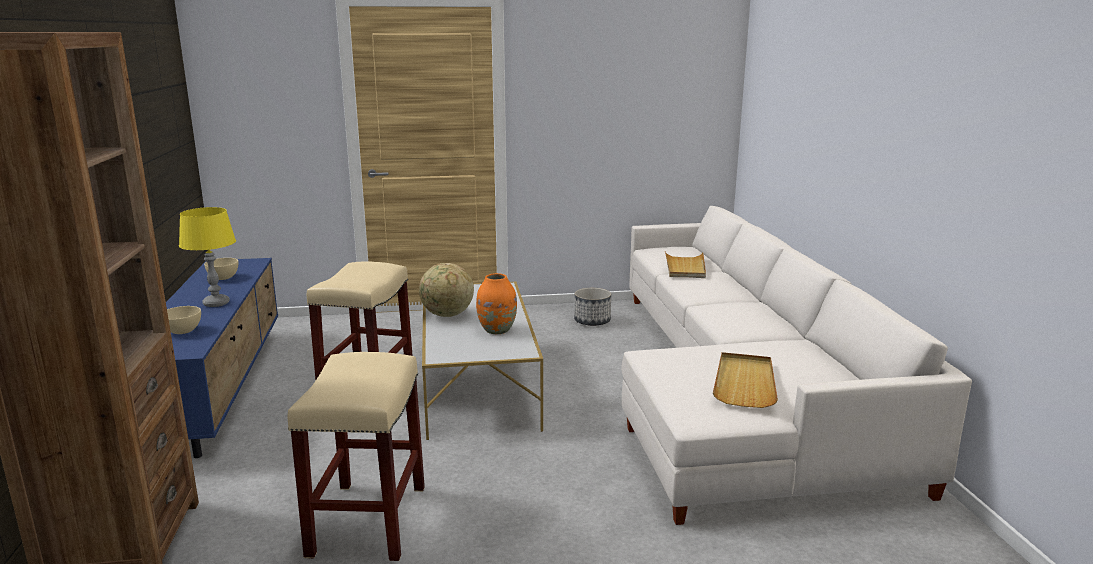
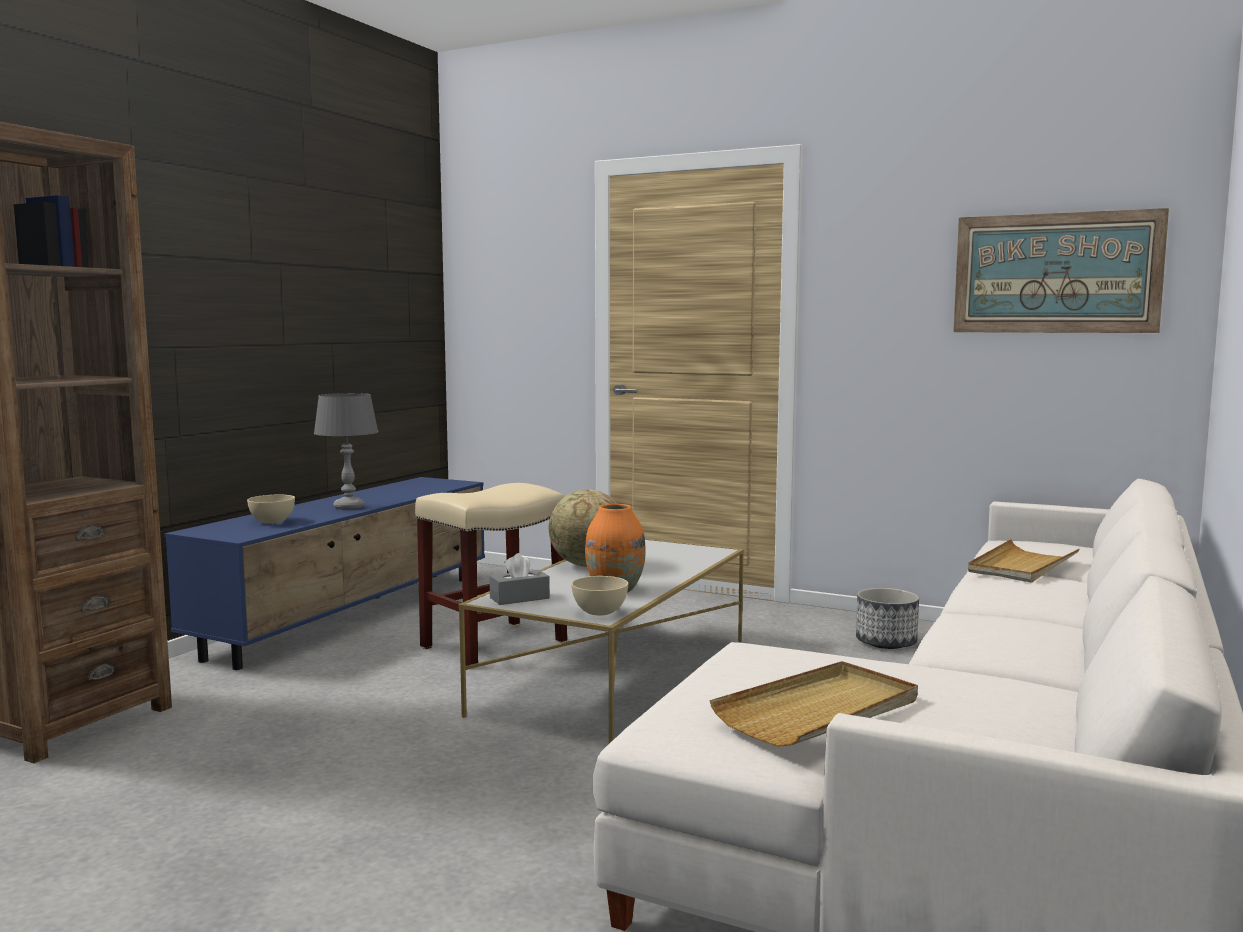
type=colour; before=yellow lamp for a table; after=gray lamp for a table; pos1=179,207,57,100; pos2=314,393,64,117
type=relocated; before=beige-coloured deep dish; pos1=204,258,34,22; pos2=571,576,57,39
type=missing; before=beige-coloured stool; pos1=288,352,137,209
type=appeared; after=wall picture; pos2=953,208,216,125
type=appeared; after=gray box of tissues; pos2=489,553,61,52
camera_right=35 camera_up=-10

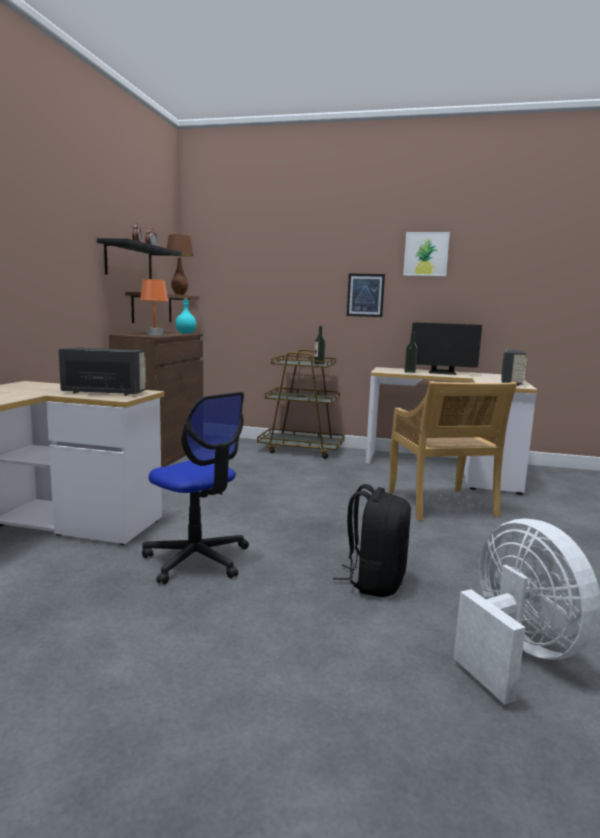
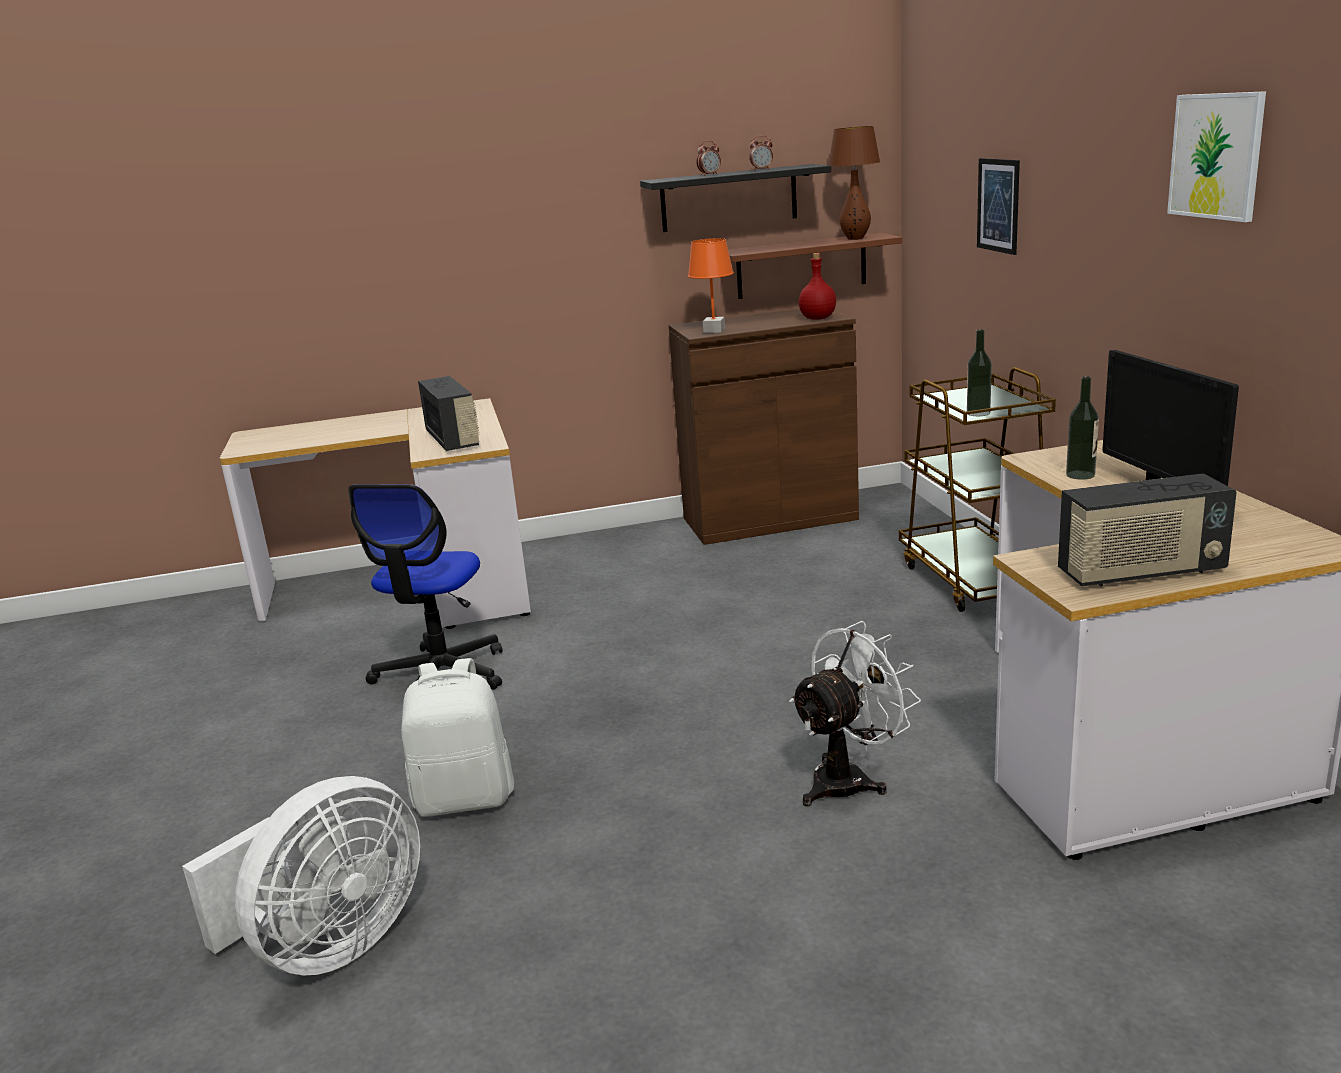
type=relocated; before=wall picture; pos1=347,273,38,44; pos2=977,158,43,97
type=colour; before=blue-green bottle; after=red-coloured bottle; pos1=175,297,21,37; pos2=799,253,37,67
type=exchanged; before=beige-coloured plain chair; after=whitish electric fan; pos1=388,381,129,140; pos2=789,621,132,186
type=colour; before=black-coloured knapsack; after=whitish knapsack; pos1=333,484,78,113; pos2=401,658,113,159
camera_right=65 camera_up=10

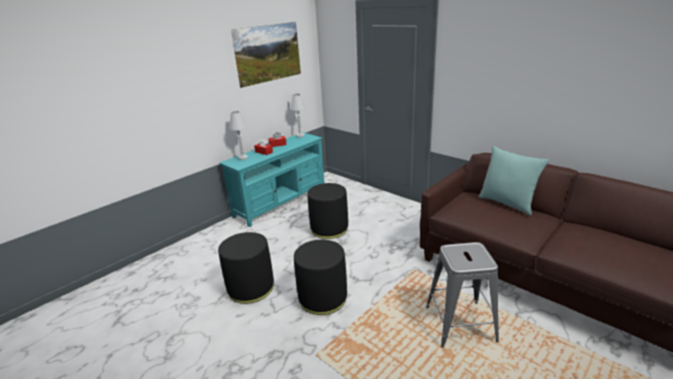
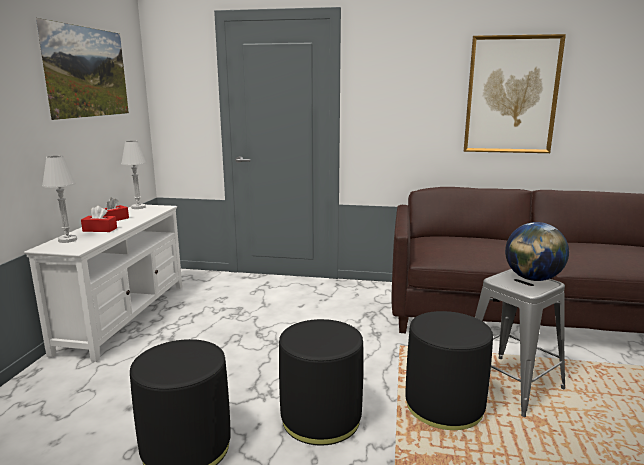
type=colour; before=blue-green media console; after=whitish media console; pos1=219,132,105,95; pos2=24,205,158,157
type=missing; before=blue-green throw pillow; pos1=479,146,70,70
type=relocated; before=black-coloured ottoman; pos1=307,183,41,56; pos2=405,311,88,119
type=appeared; after=wall picture; pos2=464,34,102,119
type=appeared; after=desk globe; pos2=505,222,64,59
camera_right=-35 camera_up=-10

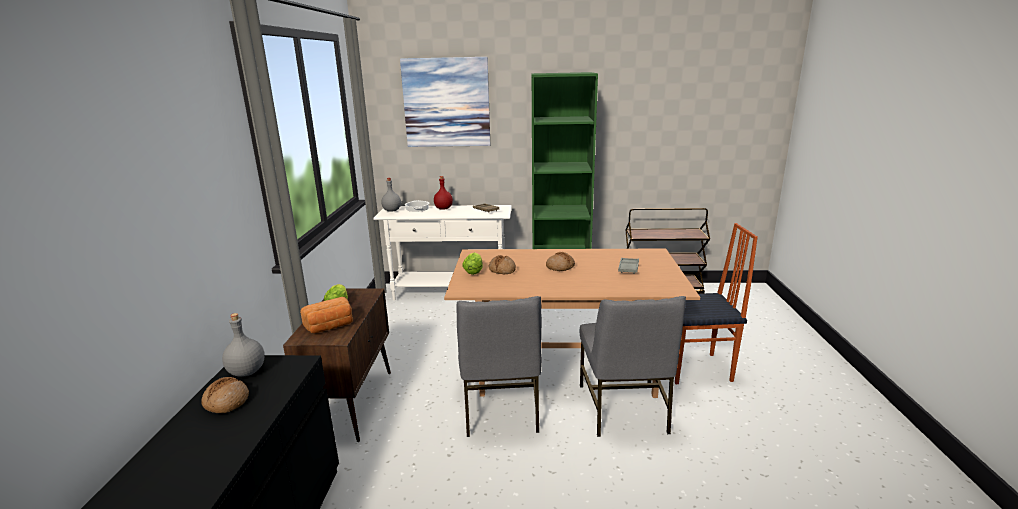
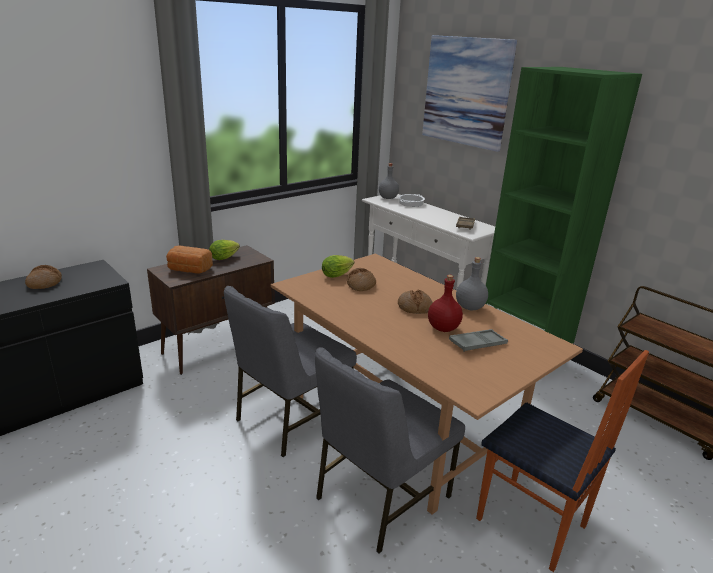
type=relocated; before=red-coloured bottle; pos1=434,176,19,34; pos2=428,275,35,57
type=relocated; before=gray bottle; pos1=222,313,43,64; pos2=456,257,32,54
camera_right=45 camera_up=5

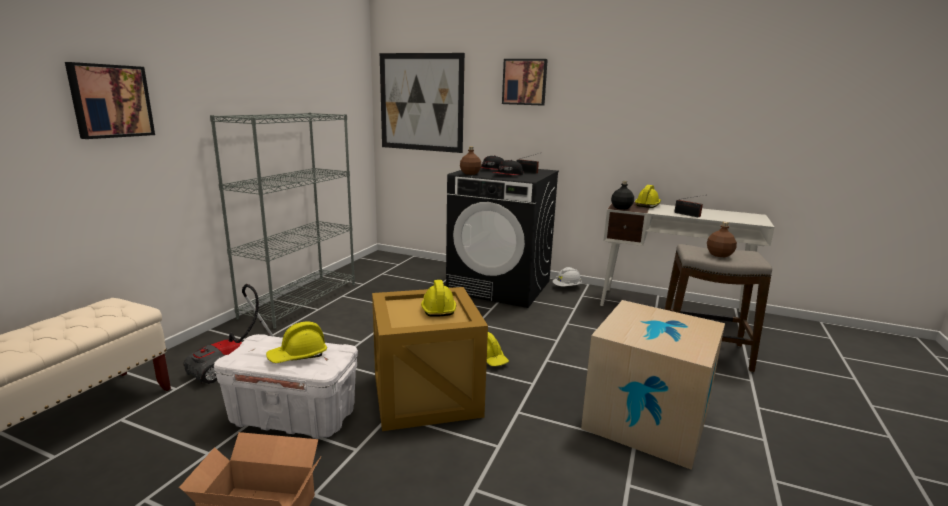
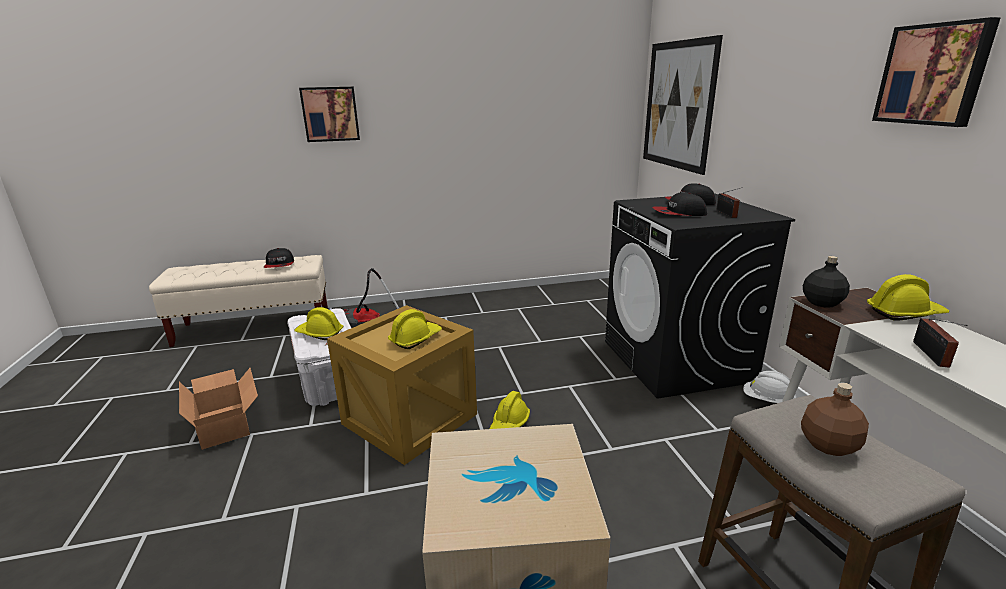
type=relocated; before=wall picture; pos1=502,59,46,47; pos2=872,17,129,110
type=missing; before=gray bookshelf; pos1=210,113,145,216
type=missing; before=brown-coloured bottle; pos1=460,147,21,28
type=appeared; after=cap; pos2=264,248,30,20
camera_right=55 camera_up=5

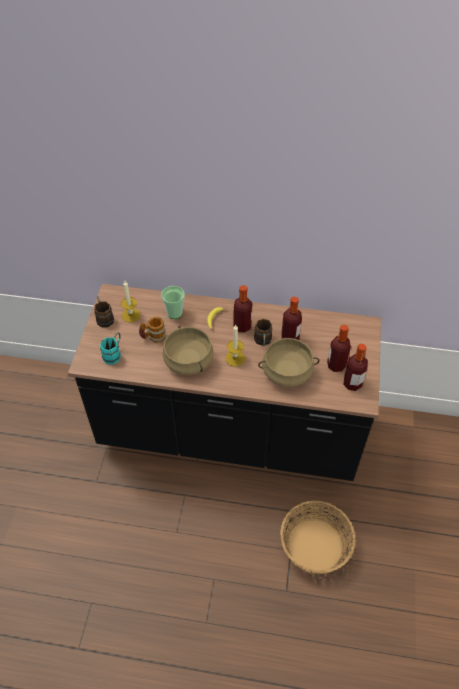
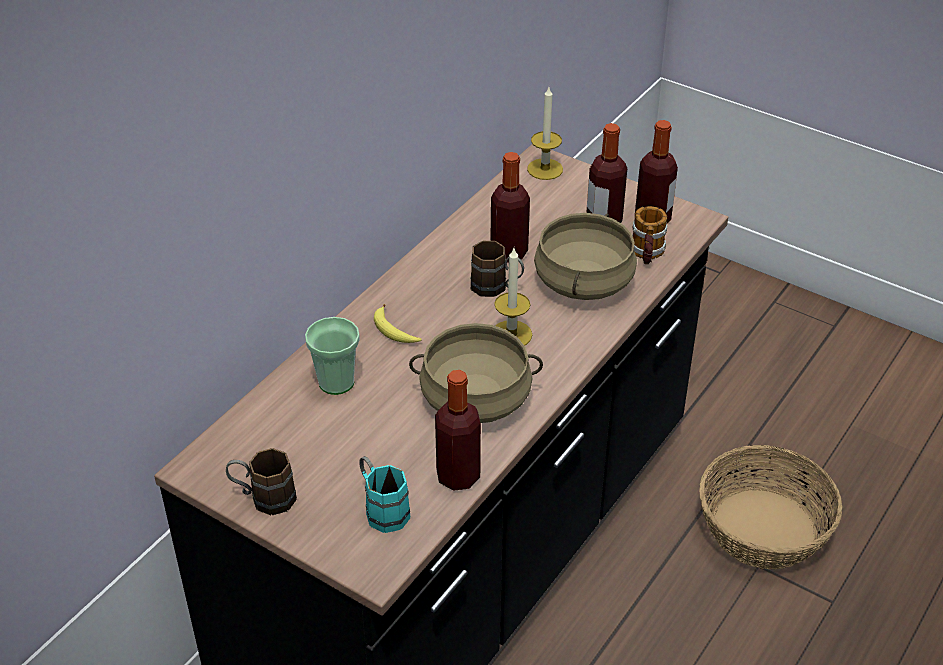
type=relocated; before=wax candle; pos1=121,281,20,41; pos2=527,87,36,93
type=relocated; before=bottle; pos1=233,285,19,48; pos2=435,370,46,121
type=relocated; before=mug; pos1=139,317,27,26; pos2=632,206,35,58
camera_right=-65 camera_up=-10

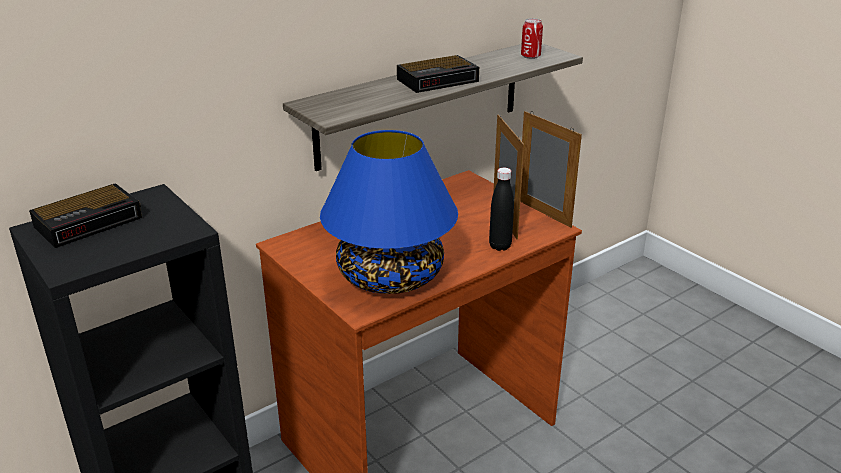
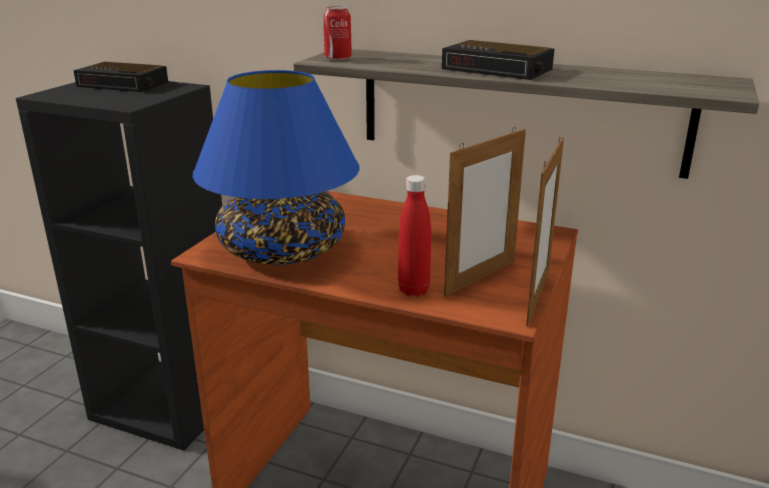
type=relocated; before=can; pos1=521,18,22,41; pos2=323,6,29,55
type=colour; before=black-coloured bottle; after=red-coloured bottle; pos1=489,168,25,83; pos2=398,175,33,121
camera_right=60 camera_up=-5

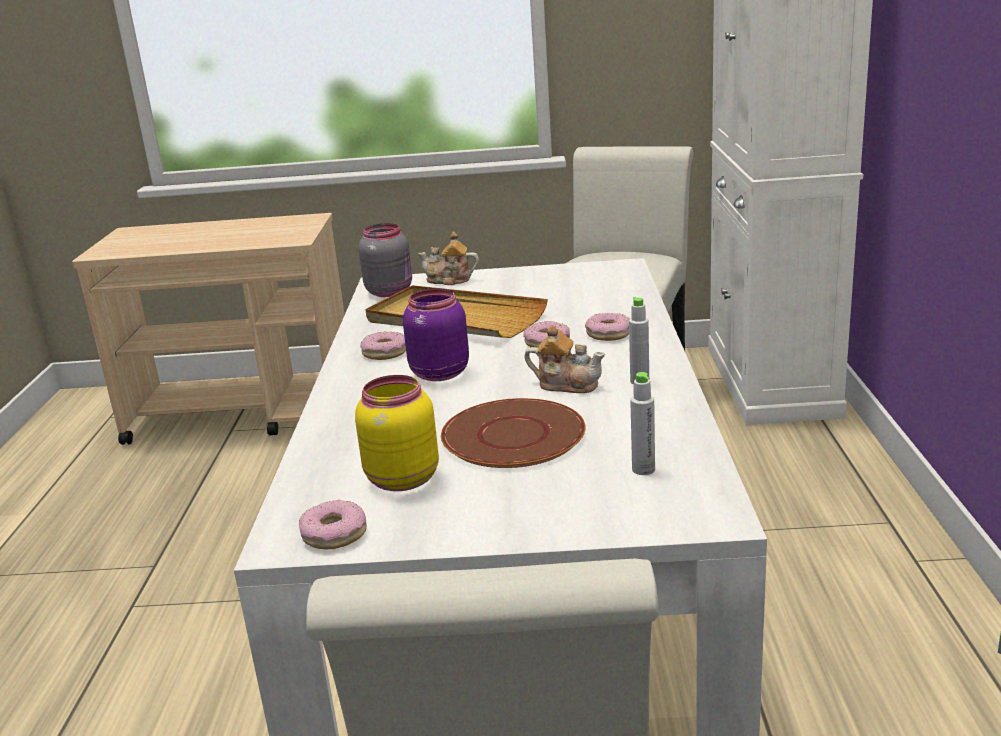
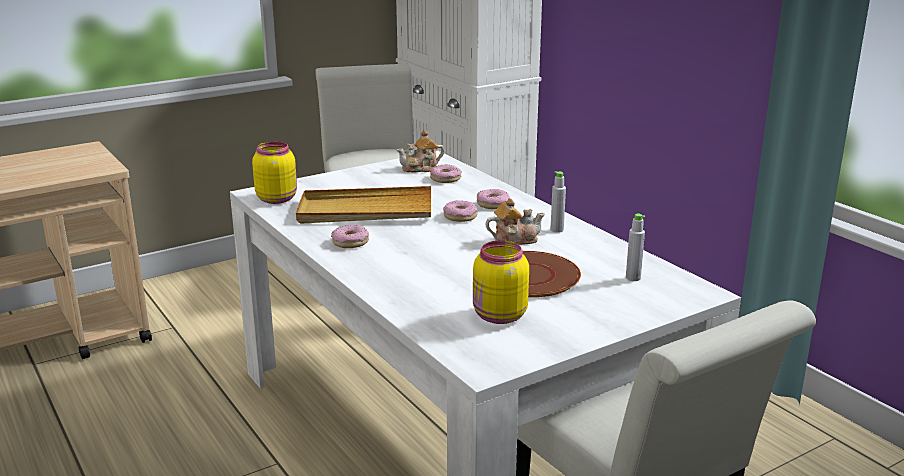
type=colour; before=gray jar; after=yellow jar; pos1=358,223,54,74; pos2=252,141,45,63
type=relocated; before=teapot; pos1=418,231,61,54; pos2=397,130,47,42
type=missing; before=purple-coloured jar; pos1=403,288,66,93
type=relocated; before=doughnut; pos1=299,500,68,49; pos2=430,165,32,18
camera_right=-35 camera_up=0

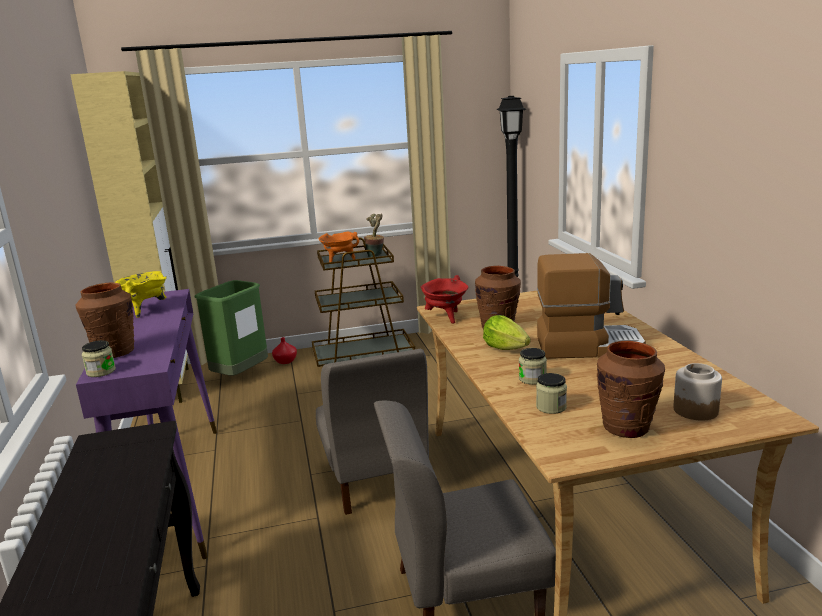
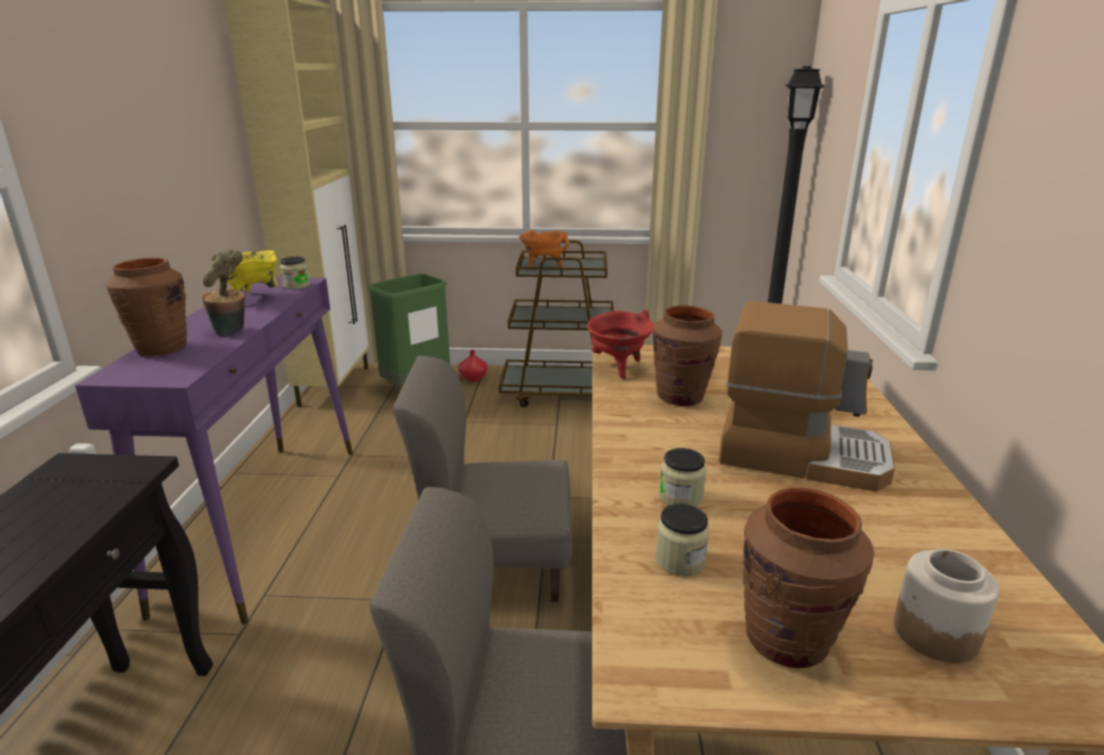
type=relocated; before=houseplant; pos1=364,213,20,44; pos2=201,249,44,86
type=missing; before=lettuce head; pos1=483,315,48,35
type=relocated; before=jar; pos1=82,340,34,37; pos2=280,256,30,33
type=spun; before=gray plain chair; pos1=316,349,113,166; pos2=393,356,179,246; turn=90
camera_right=15 camera_up=5

